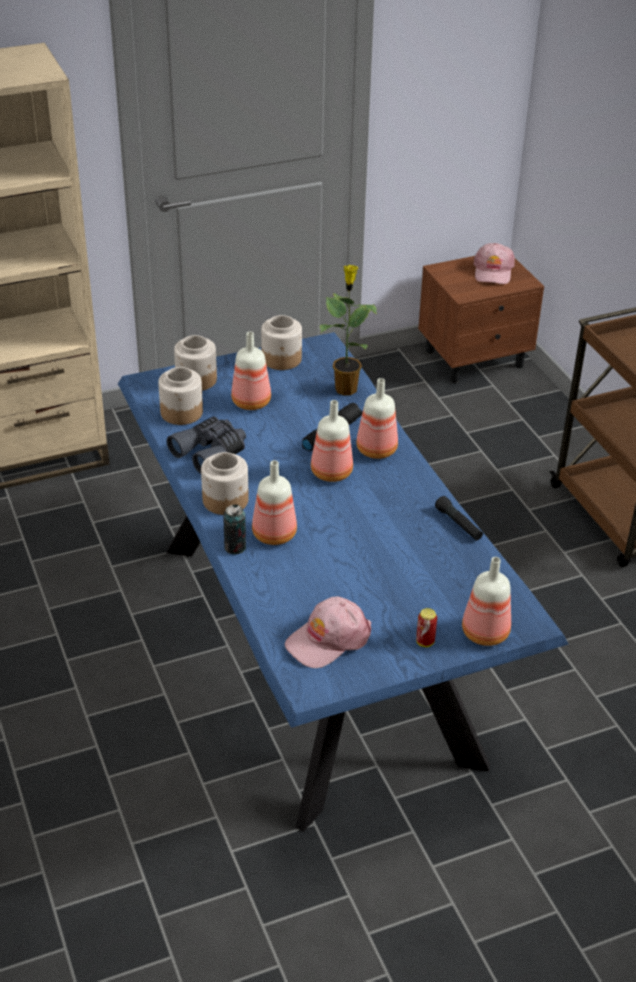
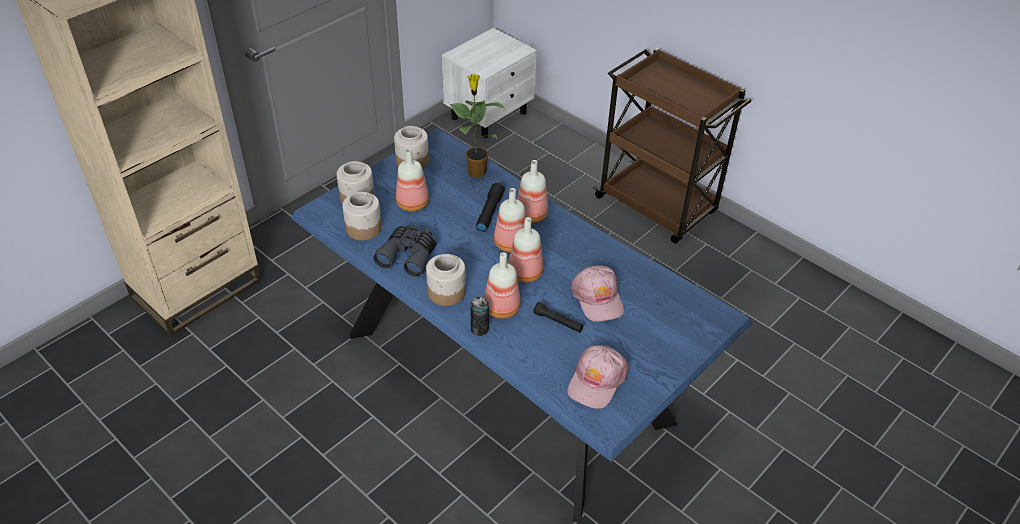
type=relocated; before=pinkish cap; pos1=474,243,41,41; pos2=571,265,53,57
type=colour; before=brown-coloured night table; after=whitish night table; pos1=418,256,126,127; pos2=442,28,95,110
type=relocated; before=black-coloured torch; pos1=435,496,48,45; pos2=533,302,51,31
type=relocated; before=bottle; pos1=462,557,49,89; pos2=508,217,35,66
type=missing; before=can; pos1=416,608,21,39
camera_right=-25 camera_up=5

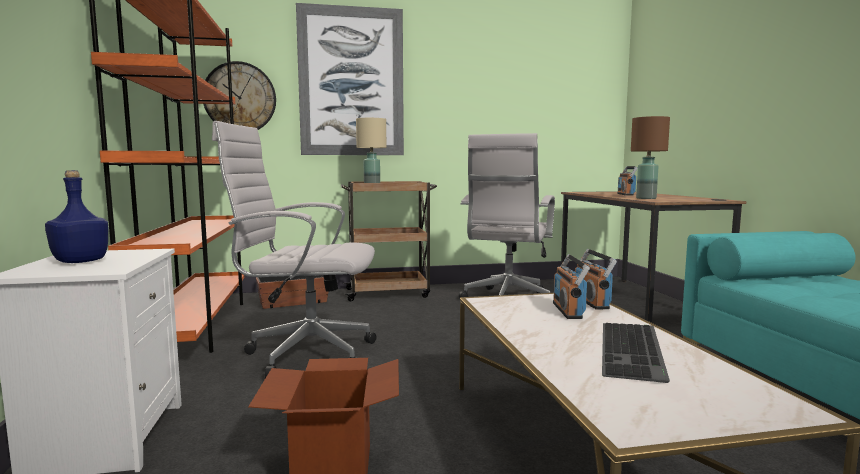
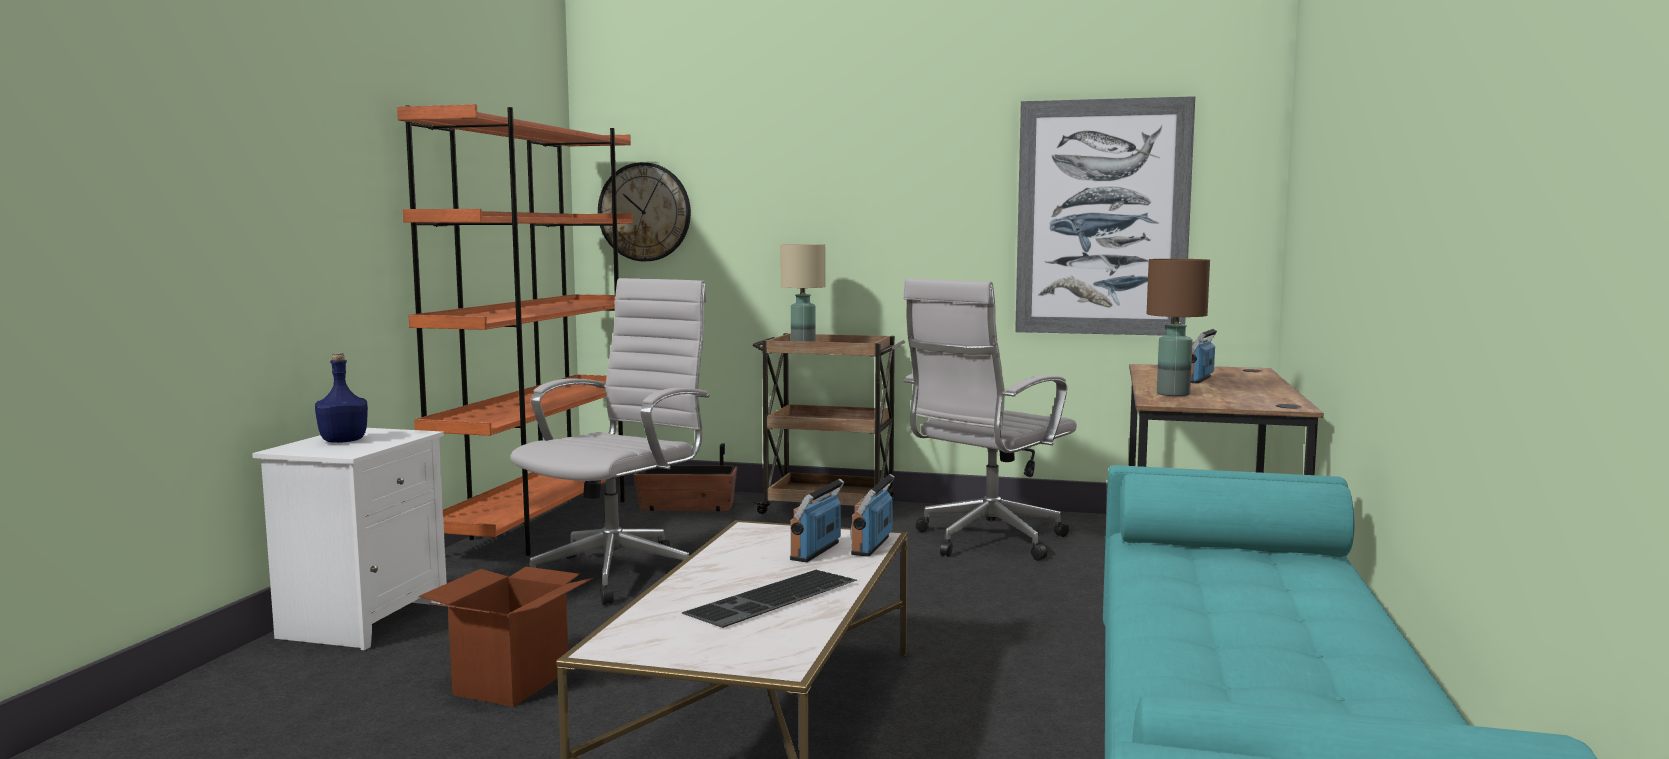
type=relocated; before=wall picture; pos1=296,3,108,152; pos2=1015,96,180,240
type=spun; before=whitish desk chair; pos1=212,121,164,257; pos2=510,278,200,327; turn=90
camera_right=25 camera_up=0

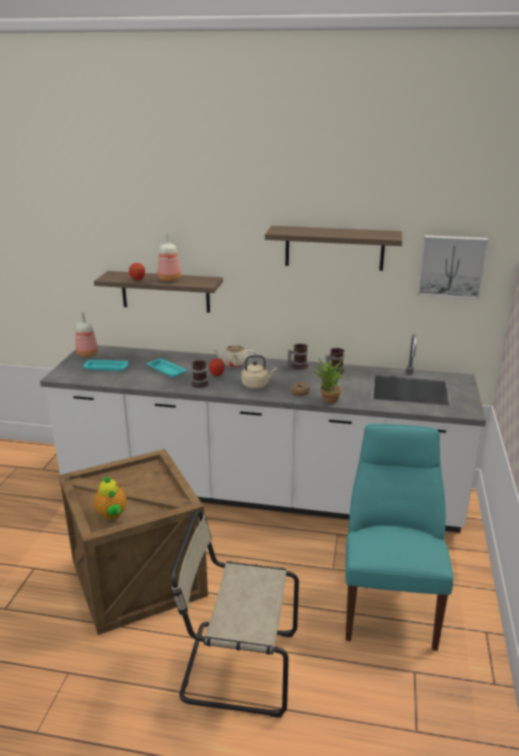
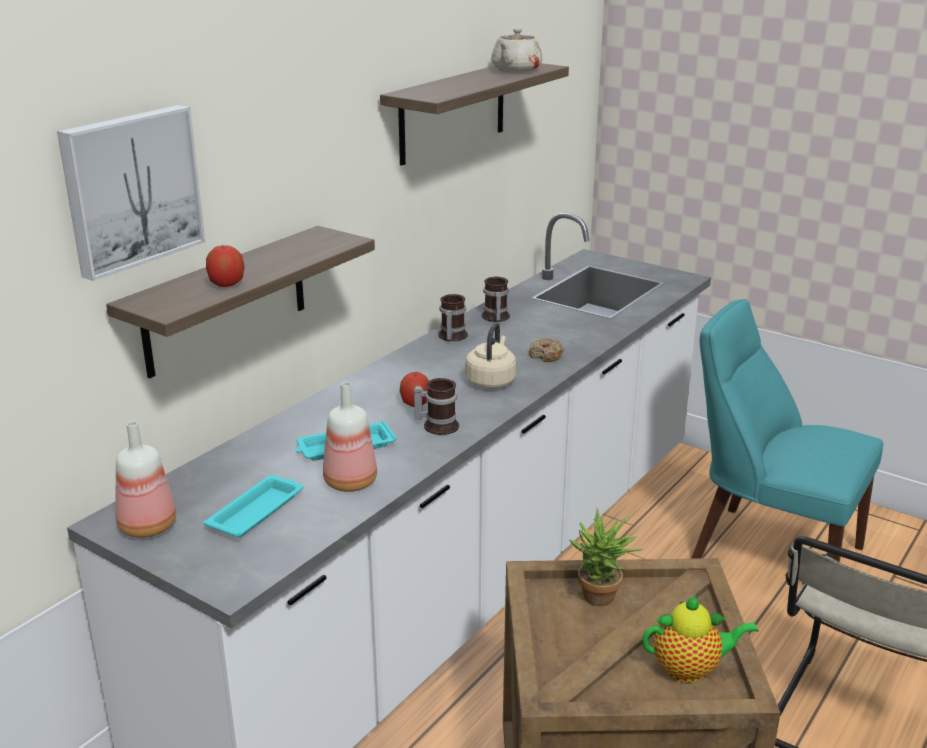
type=relocated; before=bottle; pos1=157,232,24,50; pos2=323,382,54,110
type=relocated; before=wall picture; pos1=418,235,70,64; pos2=57,105,148,176
type=relocated; before=beige-coloured teapot; pos1=212,344,44,24; pos2=491,29,52,44
type=relocated; before=houseplant; pos1=312,358,34,46; pos2=569,508,73,98
camera_right=-65 camera_up=0

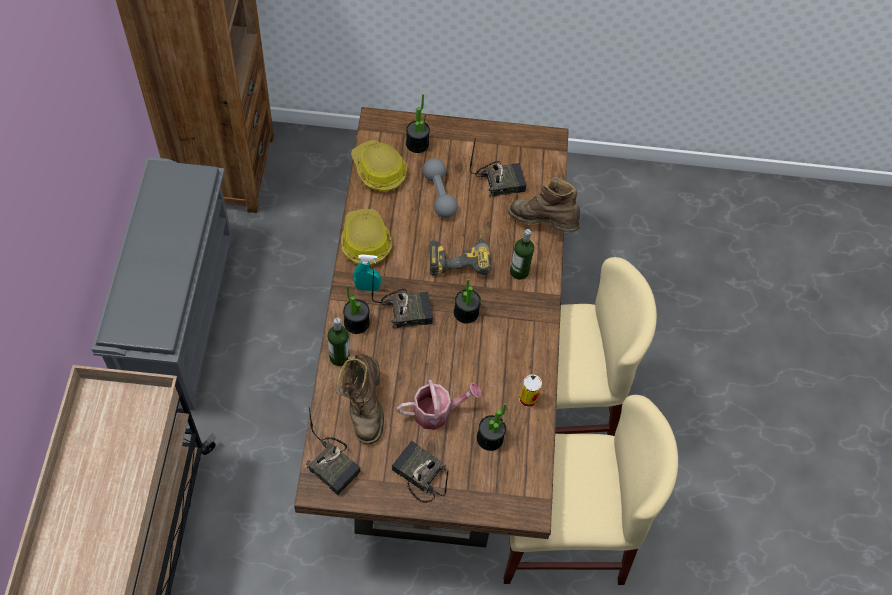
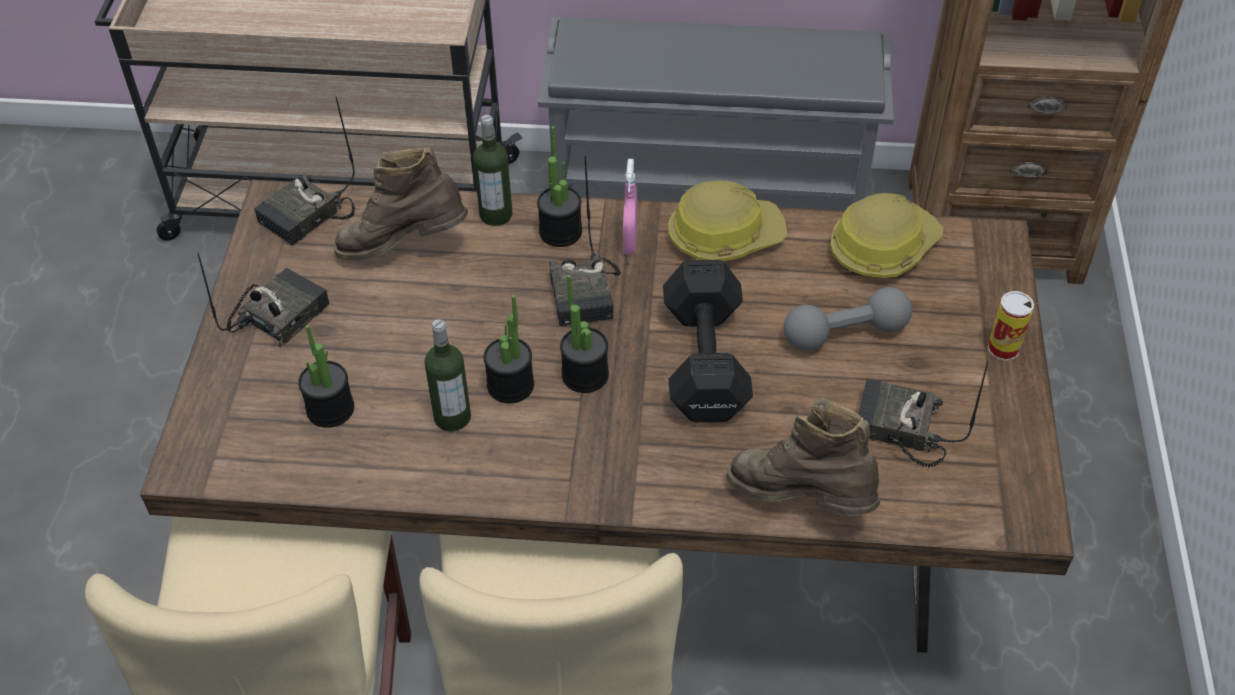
type=relocated; before=houseplant; pos1=406,94,24,59; pos2=484,295,50,108
type=spun; before=radio; pos1=470,138,57,58; pos2=858,361,130,107; turn=120
type=spun; before=brown-coloured boot; pos1=508,177,72,56; pos2=726,398,154,118; turn=-90
type=relocated; before=bottle; pos1=510,229,24,51; pos2=424,319,47,112
type=exchanged; before=electric drill; after=black-coloured free weight; pos1=430,232,61,44; pos2=663,260,90,163
type=colour; before=blue-green spray bottle; after=pinkish spray bottle; pos1=354,255,27,36; pos2=623,159,14,96
type=relocated; before=can; pos1=519,374,23,34; pos2=988,291,46,70
type=missing; before=sprinkling can; pos1=397,380,85,50
camera_right=95 camera_up=-10

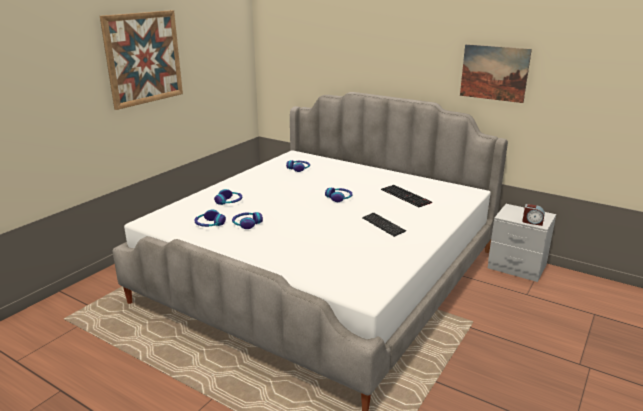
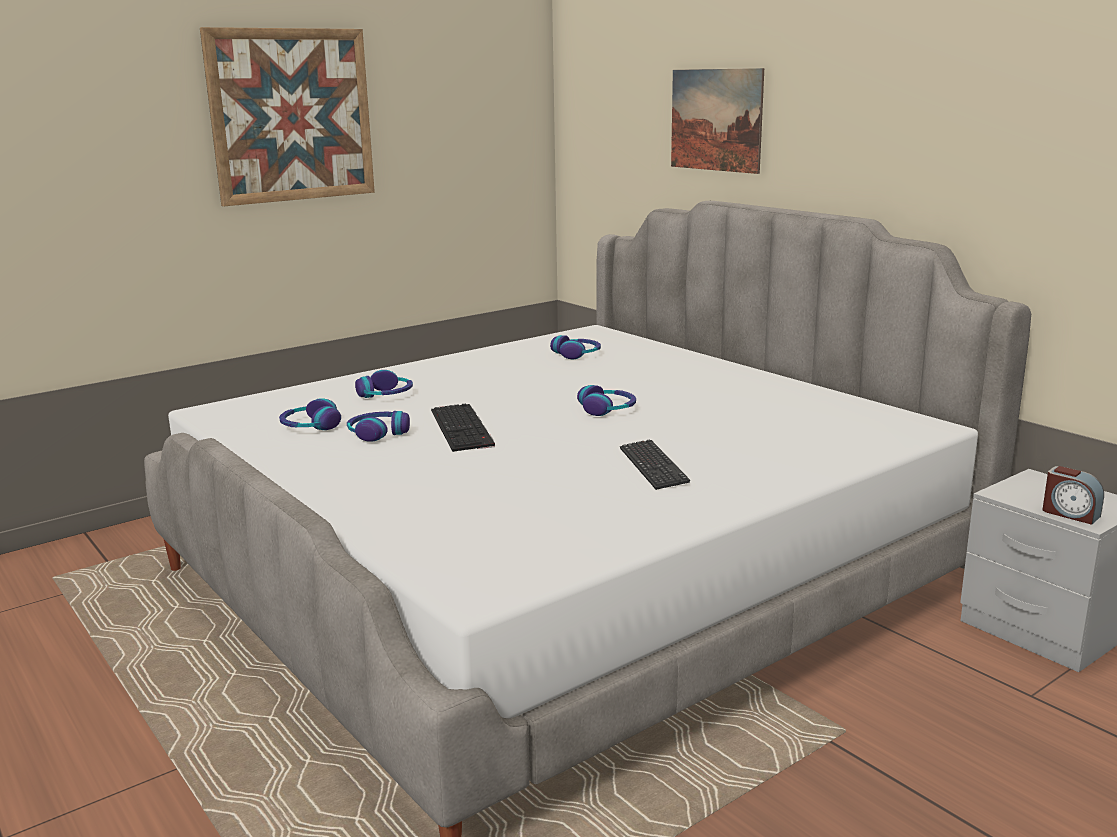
type=relocated; before=wall picture; pos1=460,44,72,59; pos2=671,68,93,106
type=relocated; before=computer keyboard; pos1=381,185,51,22; pos2=431,403,64,49
camera_right=20 camera_up=-5

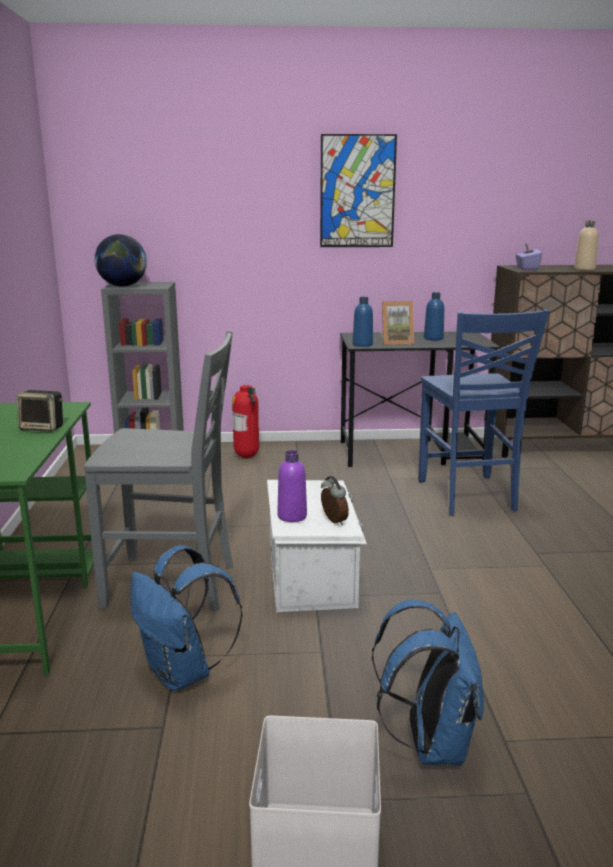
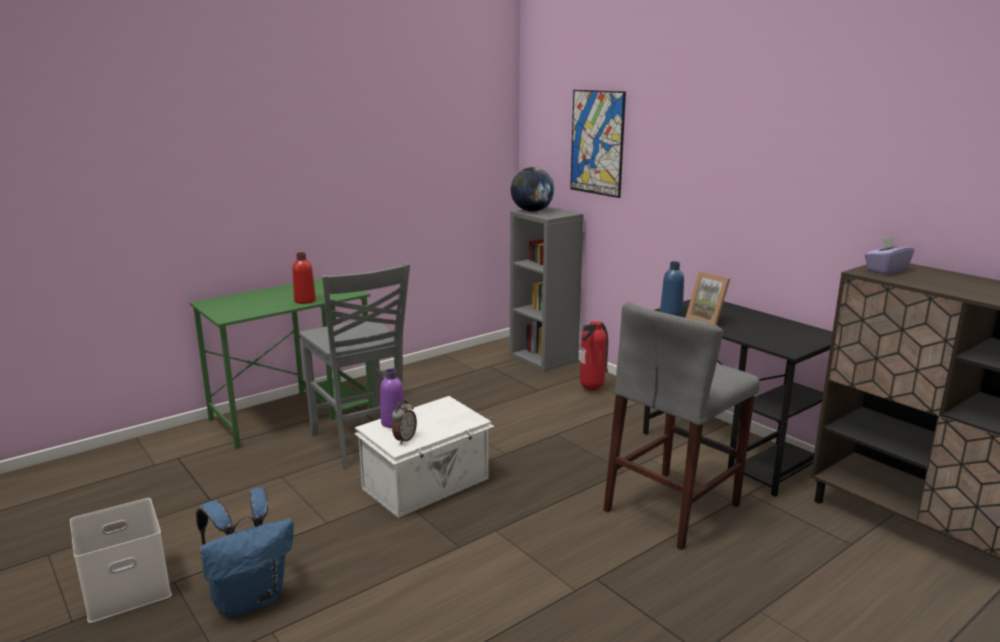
type=relocated; before=wall picture; pos1=320,134,77,113; pos2=570,90,56,108
type=missing; before=beige-coloured bottle; pos1=574,221,25,50
type=missing; before=blue bottle; pos1=424,292,20,48
type=exchanged; before=blue plain chair; after=gray stool; pos1=418,309,131,207; pos2=604,302,156,248
type=exchanged; before=speaker; after=red-coloured bottle; pos1=16,390,47,42; pos2=292,252,24,52
type=missing; before=blue knapsack; pos1=130,545,112,146
camera_right=55 camera_up=0

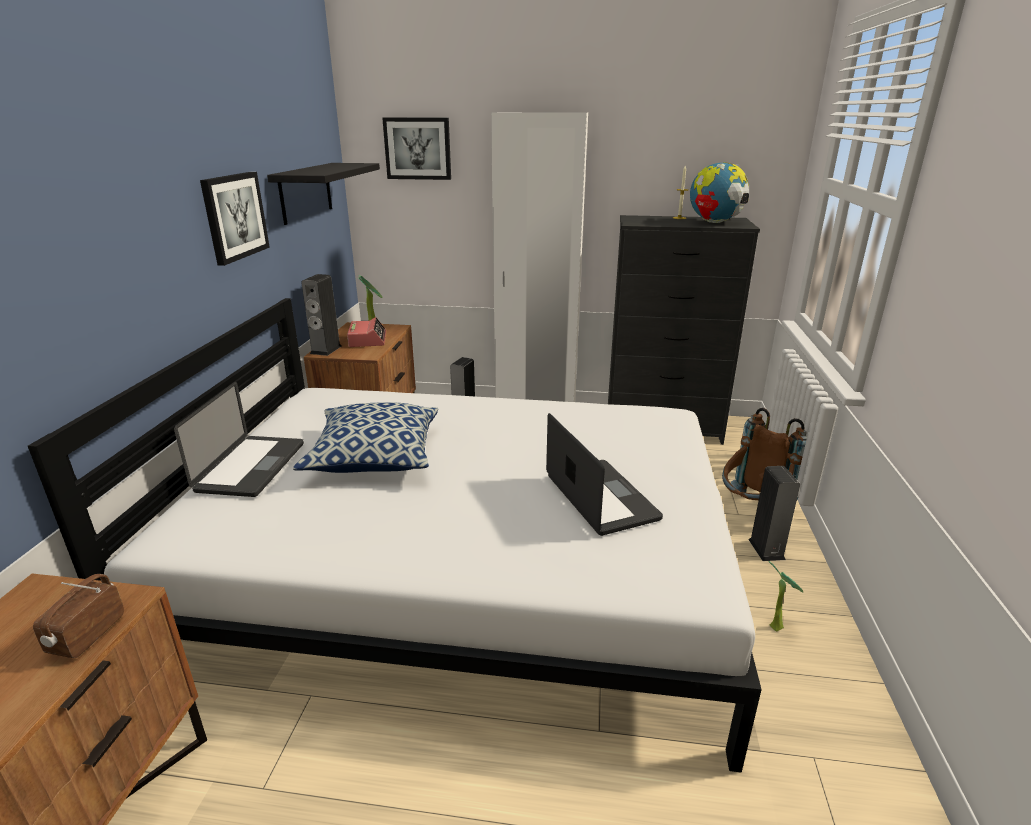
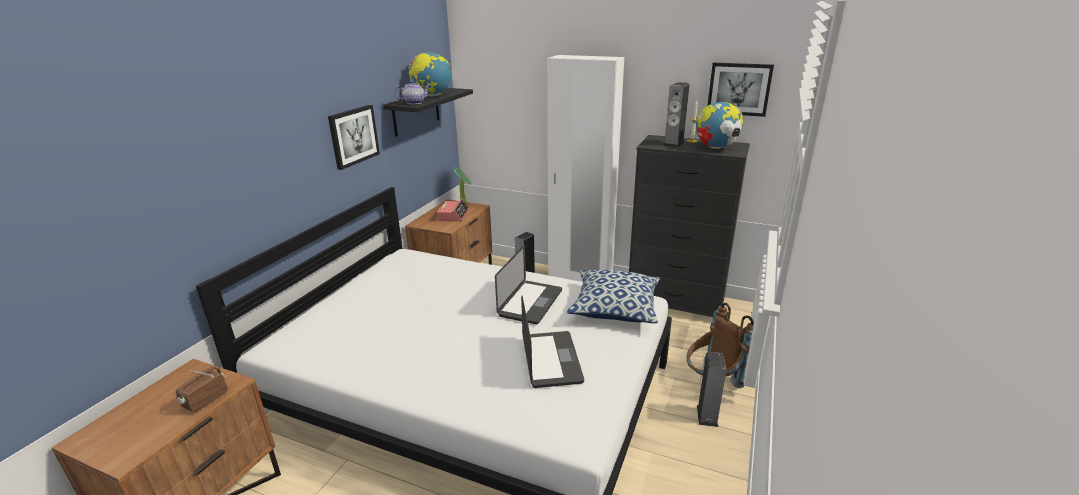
type=relocated; before=wall picture; pos1=382,118,69,62; pos2=707,63,67,54
type=relocated; before=speaker; pos1=301,274,41,82; pos2=663,82,27,66
type=relocated; before=notebook computer; pos1=174,382,130,115; pos2=495,245,67,80
type=relocated; before=throw pillow; pos1=293,402,145,71; pos2=567,270,93,53
type=missing; before=houseplant; pos1=768,561,35,71
type=appeared; after=desk globe; pos2=408,52,43,44
type=appeared; after=teapot; pos2=394,80,36,24
camera_right=15 camera_up=0

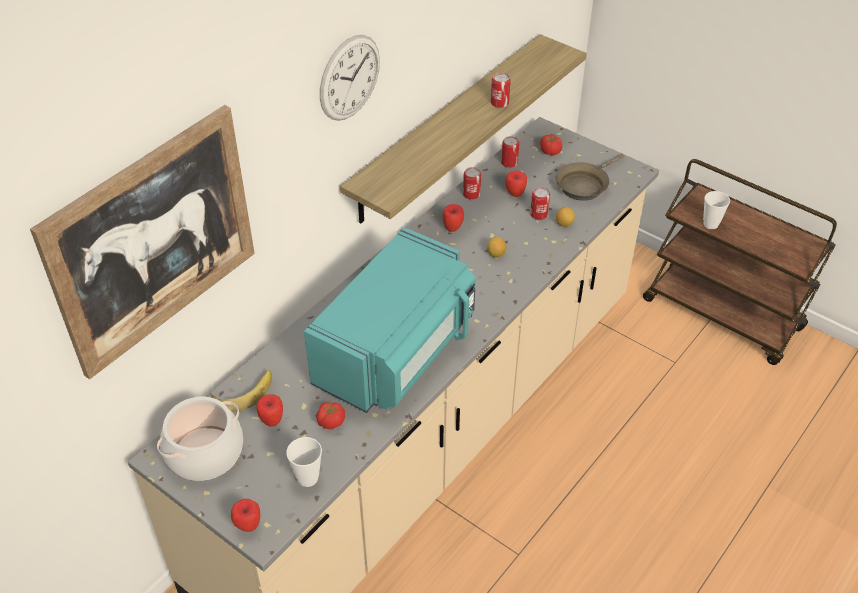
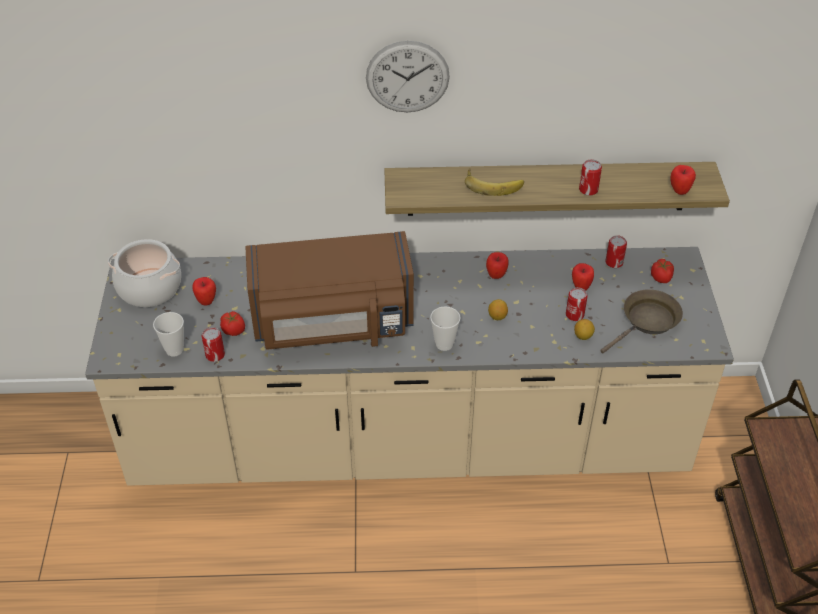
type=missing; before=wall picture; pos1=30,105,225,274
type=spun; before=brown-coloured skillet; pos1=556,154,68,47; pos2=600,289,83,65; turn=135
type=relocated; before=can; pos1=463,167,18,33; pos2=202,327,23,35
type=relocated; before=cup; pos1=703,191,27,38; pos2=430,306,30,45
type=colour; before=blue-green microwave; after=brown-coloured microwave; pos1=304,227,172,186; pos2=245,231,169,119
type=relocated; before=banana fruit; pos1=211,370,61,43; pos2=465,169,59,27
type=relocated; before=apple fruit; pos1=231,499,29,33; pos2=670,165,26,30
camera_right=50 camera_up=0

